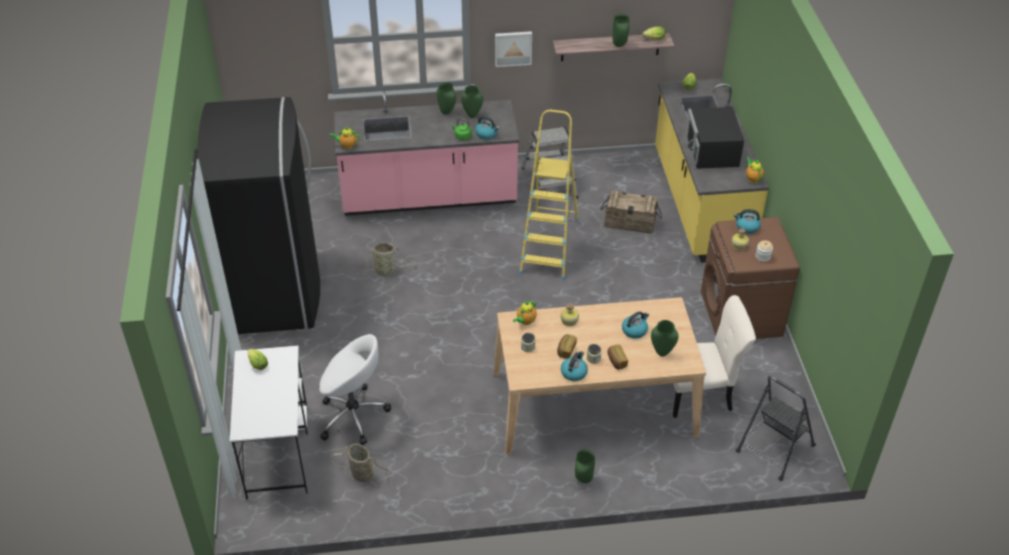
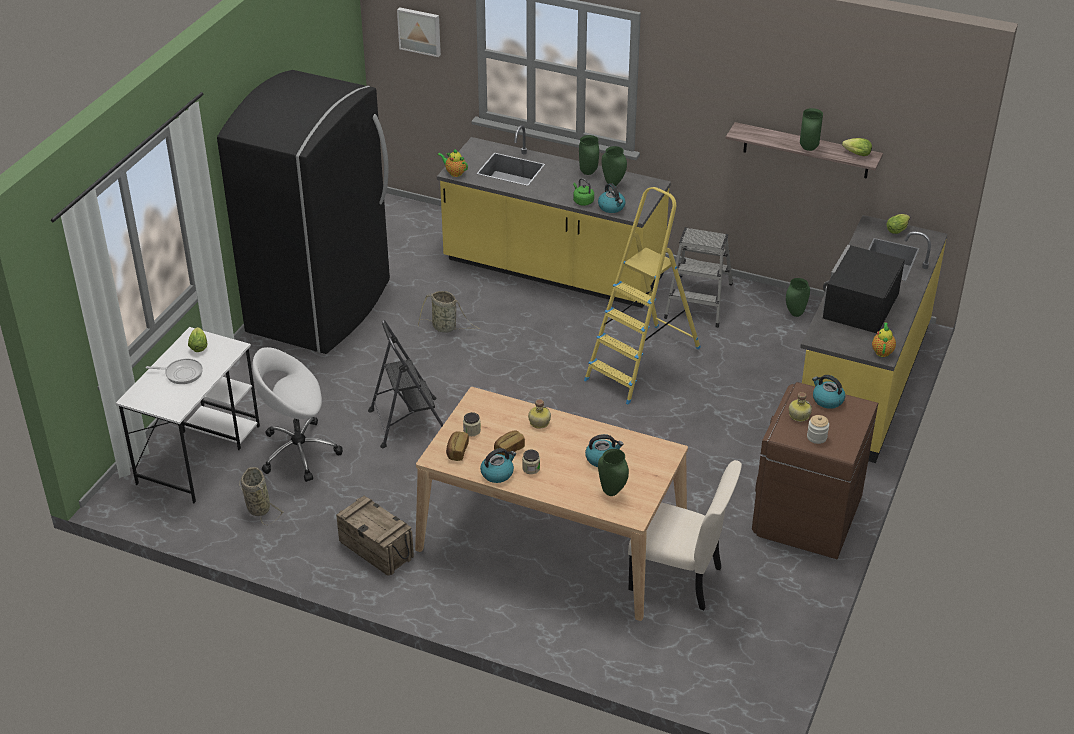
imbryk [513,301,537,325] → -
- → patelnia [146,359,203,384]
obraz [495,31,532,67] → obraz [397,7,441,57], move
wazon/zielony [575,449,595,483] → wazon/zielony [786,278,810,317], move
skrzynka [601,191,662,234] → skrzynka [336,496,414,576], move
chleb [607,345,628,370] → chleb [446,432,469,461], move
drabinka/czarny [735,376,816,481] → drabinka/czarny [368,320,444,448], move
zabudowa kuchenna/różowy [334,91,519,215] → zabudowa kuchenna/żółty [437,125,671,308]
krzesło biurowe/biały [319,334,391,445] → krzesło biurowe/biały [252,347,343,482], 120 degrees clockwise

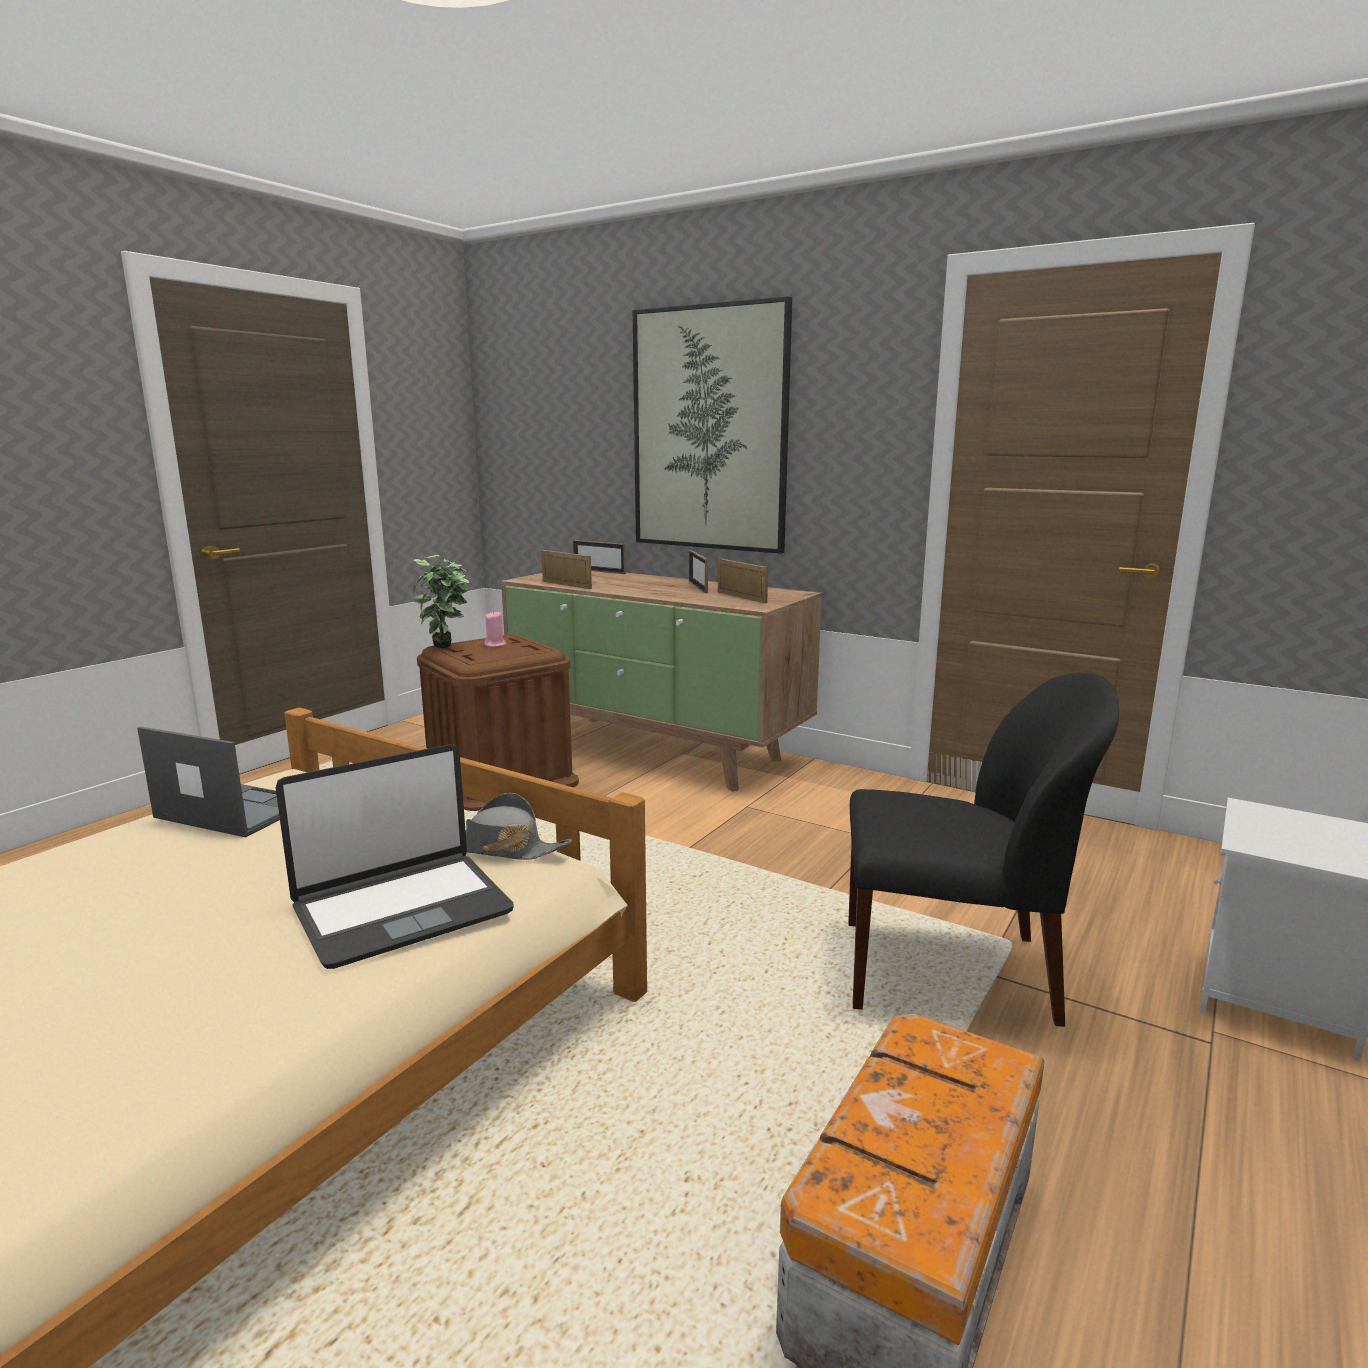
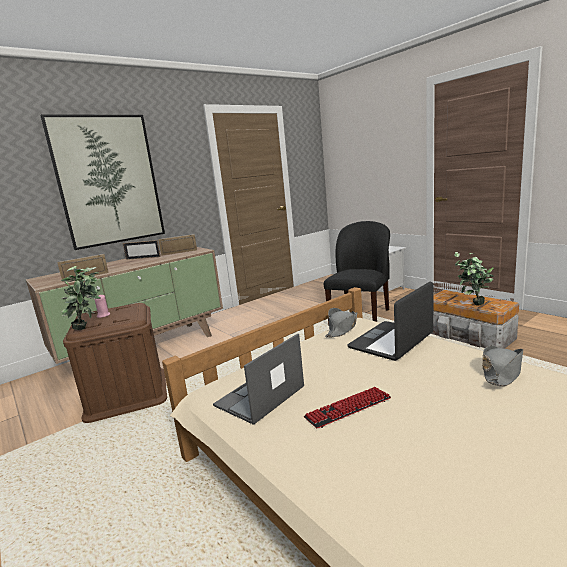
ramka na zdjęcie [573,540,626,574] → -
- → klawiatura [304,387,391,428]
- → roślina doniczkowa [454,252,494,305]
- → kapelusz/szary [482,345,523,386]
laptop [276,744,514,969] → laptop [347,282,434,361], 120 degrees counterclockwise

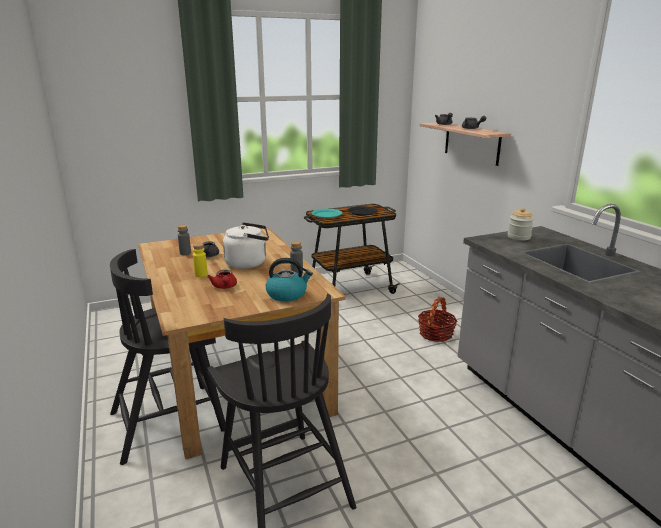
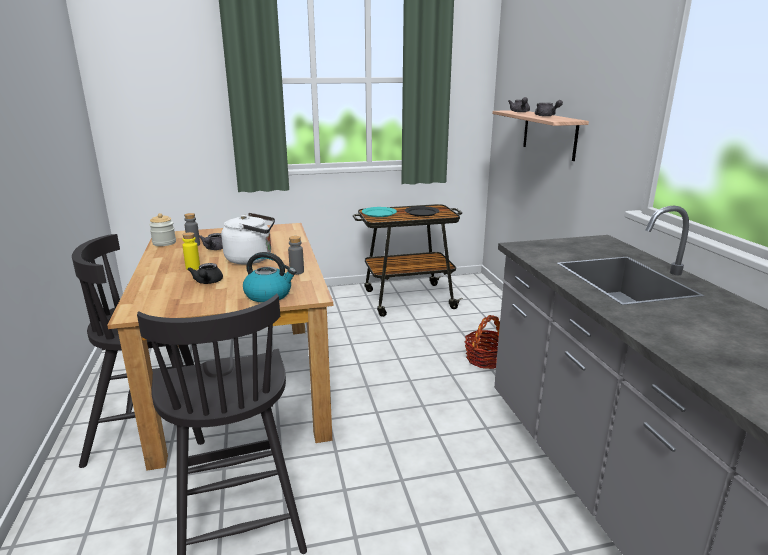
słoik [508,208,534,240] → słoik [149,213,176,246], move
imbryk/czerwony [207,270,237,289] → imbryk/czarny [187,263,223,284]

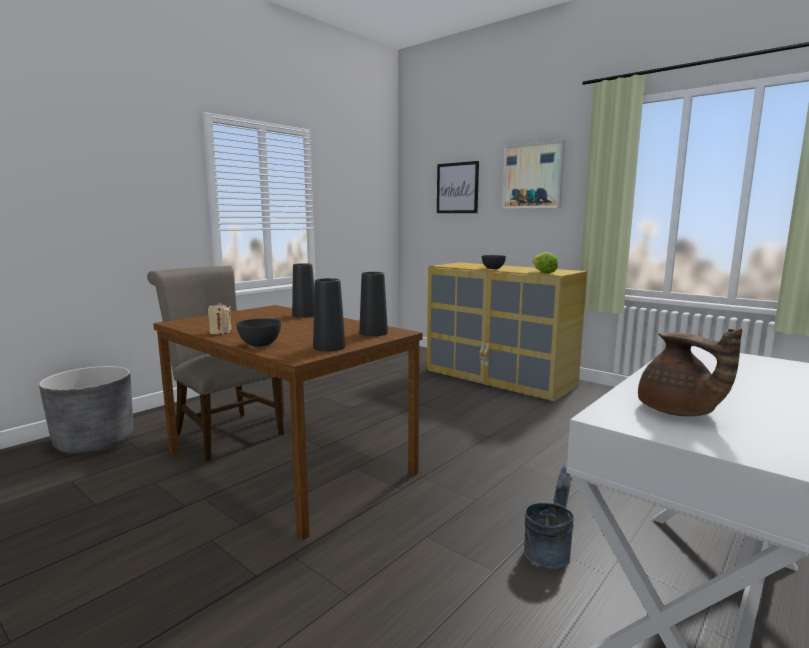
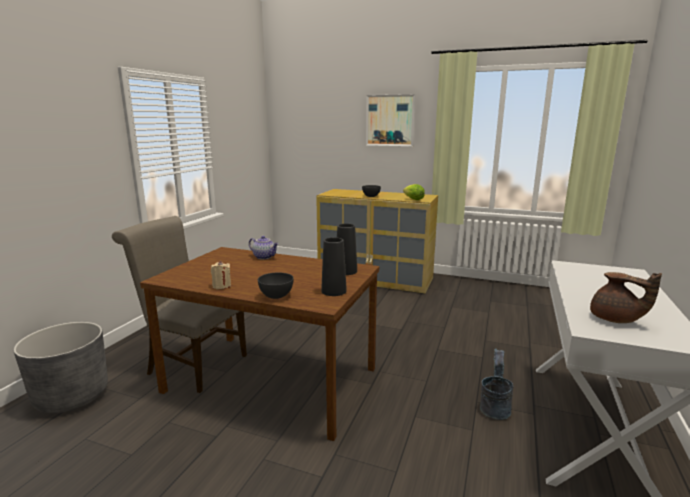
obraz [437,161,479,213] → -
wazon/czarny [292,263,314,318] → imbryk [249,236,279,259]

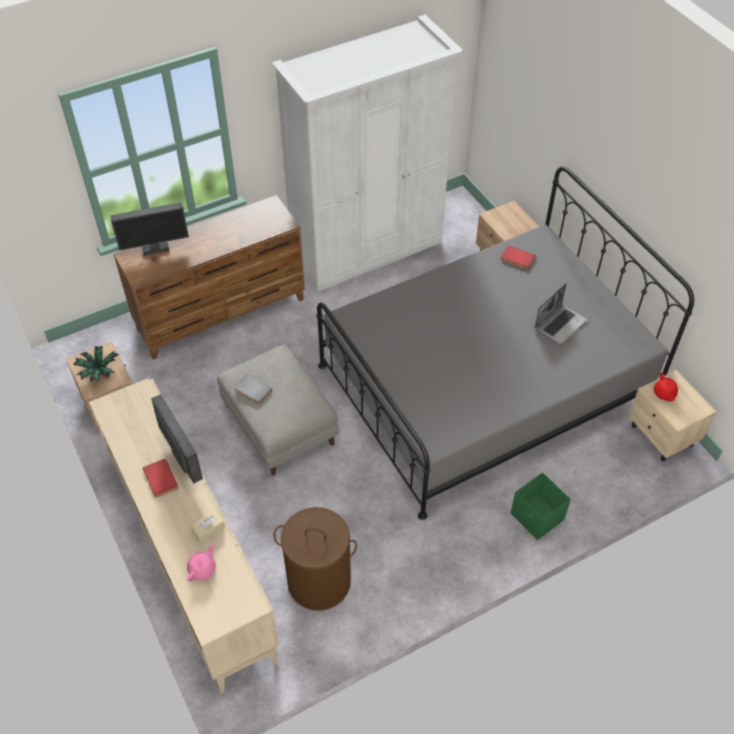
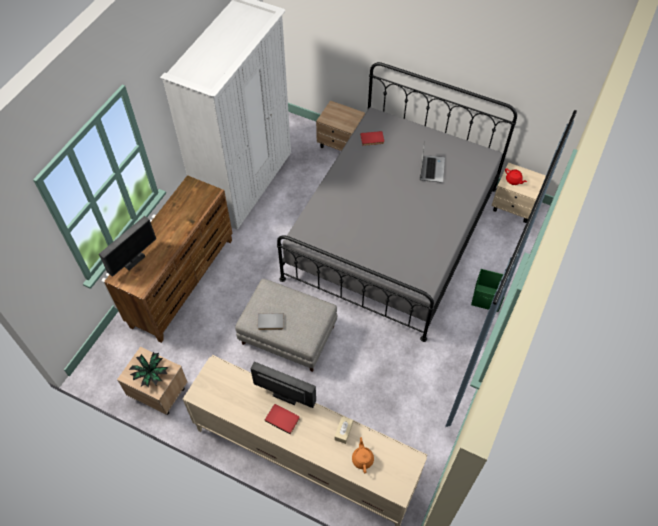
kosz na pranie/brązowy [274,507,357,611] → -
imbryk/różowy [187,542,216,582] → imbryk/pomarańczowy [352,437,374,473]

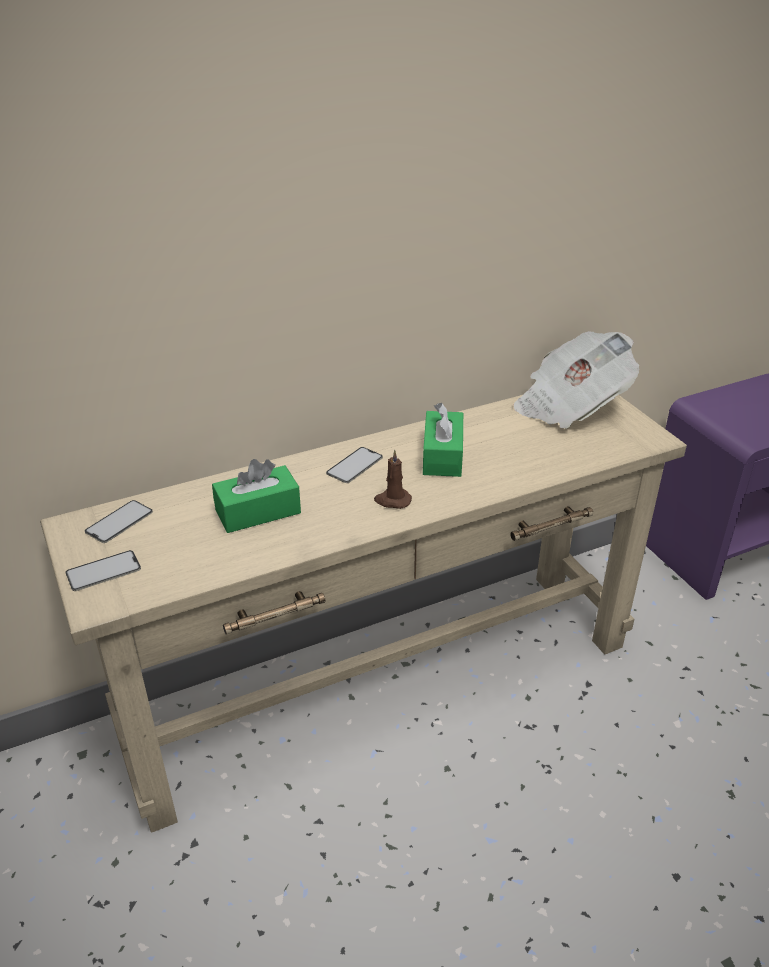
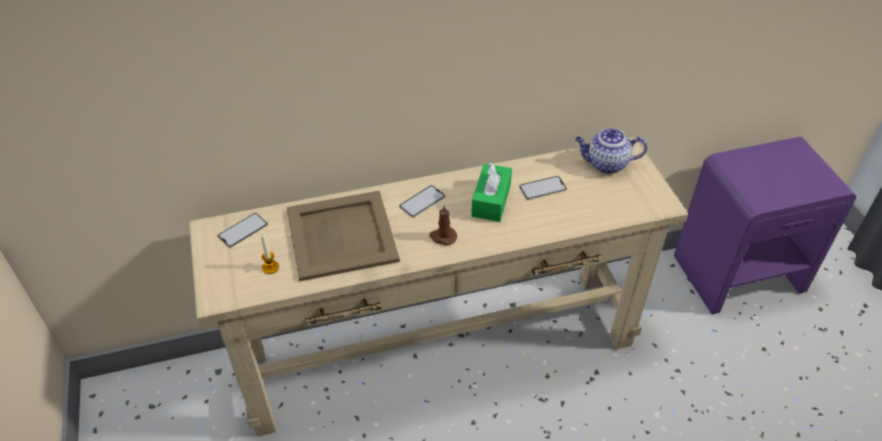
- → świeca [260,233,279,274]
telefon [66,550,141,591] → telefon [519,176,567,200], move
pudełko chusteczek/zielony [212,459,301,533] → taca/beżowy [286,191,400,281]
gazeta [514,331,639,429] → imbryk [575,128,647,174]

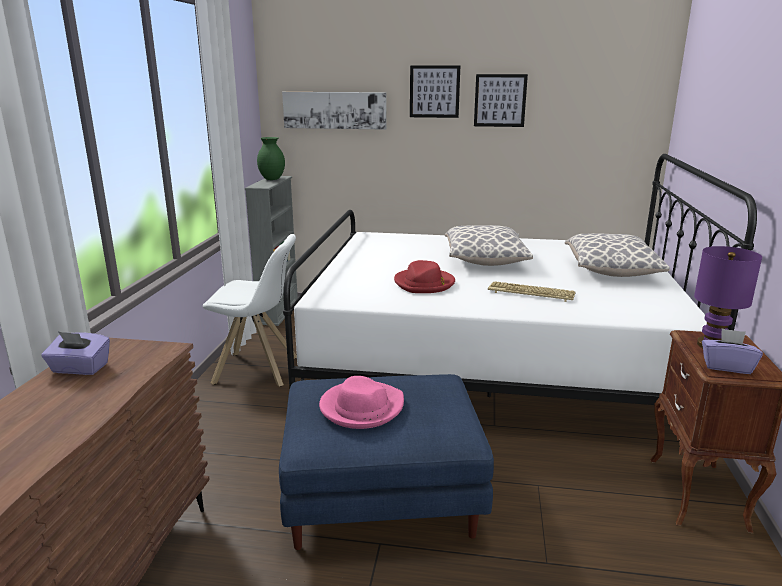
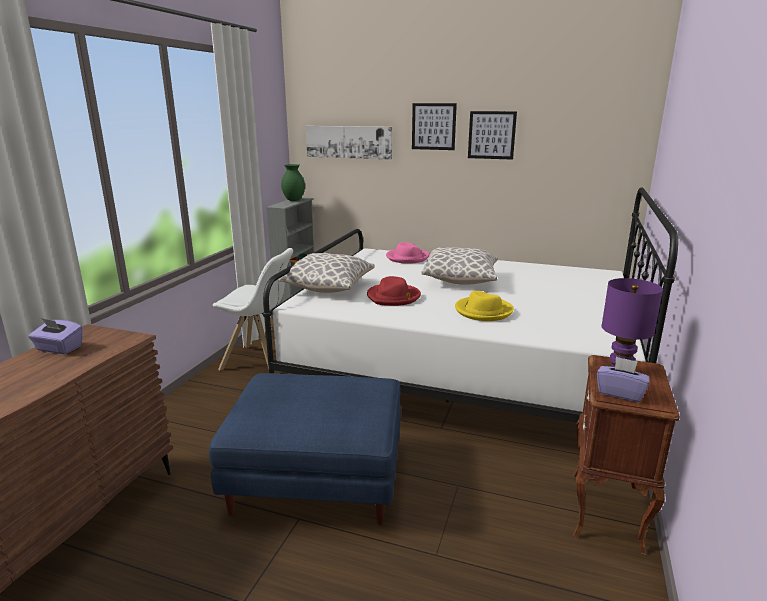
kapelusz/różowy [319,376,404,429] → kapelusz/różowy [386,242,430,264], move
poduszka [565,233,670,277] → poduszka [279,253,374,293], move
klawiatura [488,281,575,302] → kapelusz/żółty [455,291,514,321]

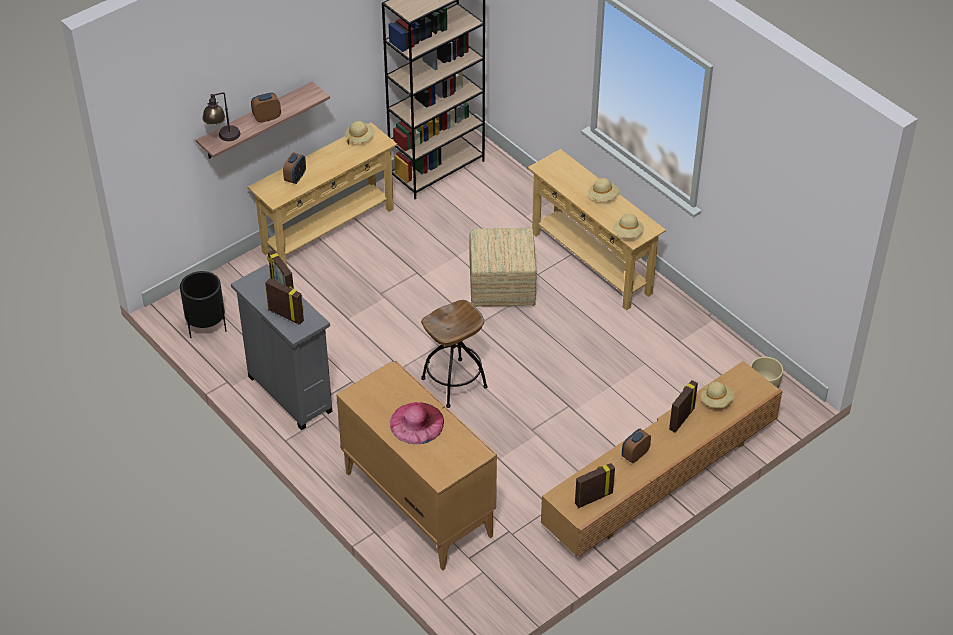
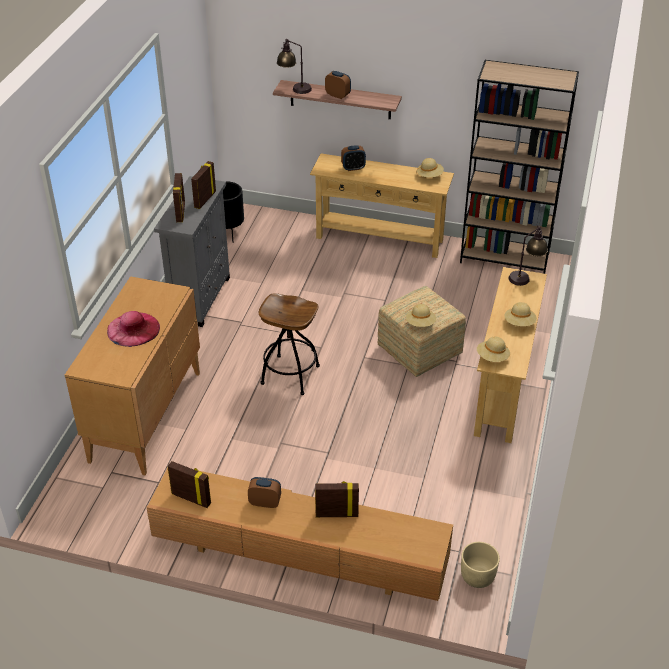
- → lampa stołowa [508,225,548,286]
kapelusz/beżowy [701,382,734,408] → kapelusz/beżowy [406,304,436,327], move

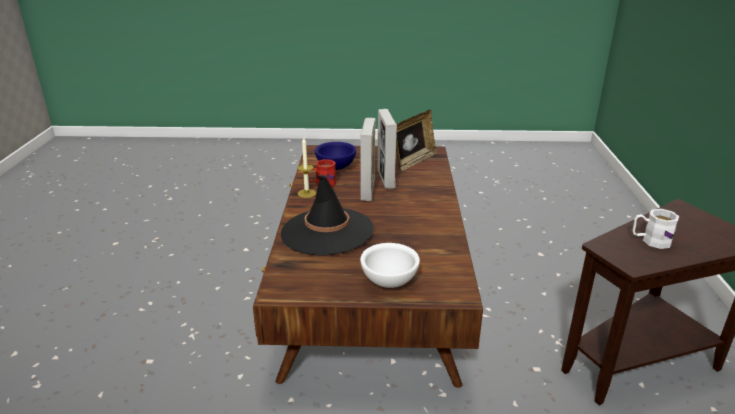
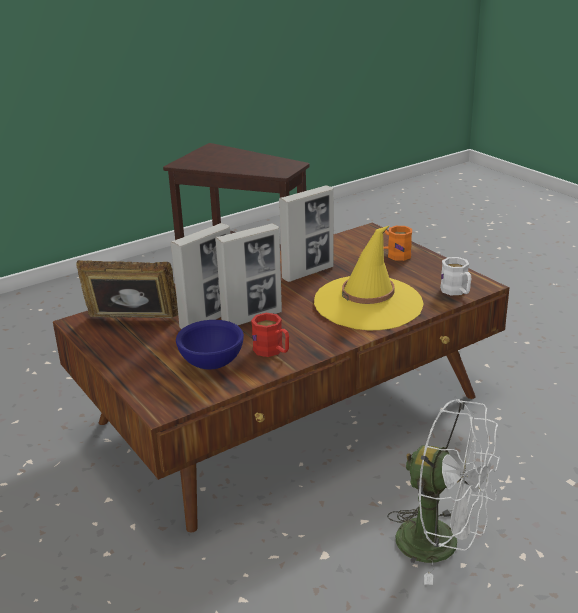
świeca [297,138,316,198] → -
- → ramka na zdjęcie [279,185,334,282]
- → wentylator/biały [387,399,501,585]
kubek/biały [633,209,680,249] → kubek/biały [440,257,471,295], move
miska/biały [360,243,420,288] → kubek/pomarańczowy [383,226,412,261]
kapelusz/czarny [281,175,374,256] → kapelusz/żółty [314,225,424,330]

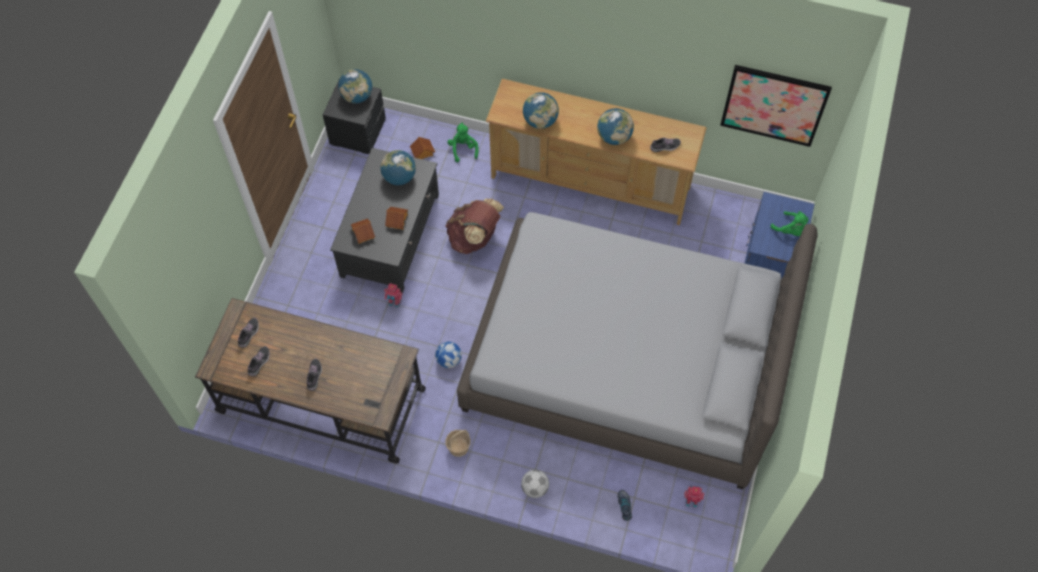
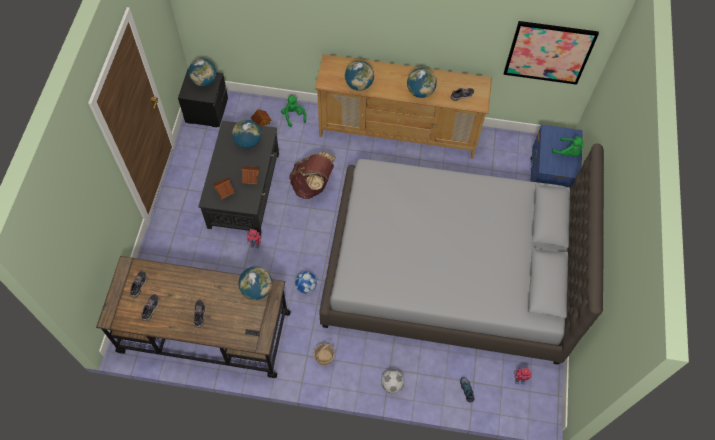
- → globus [239,266,272,300]

